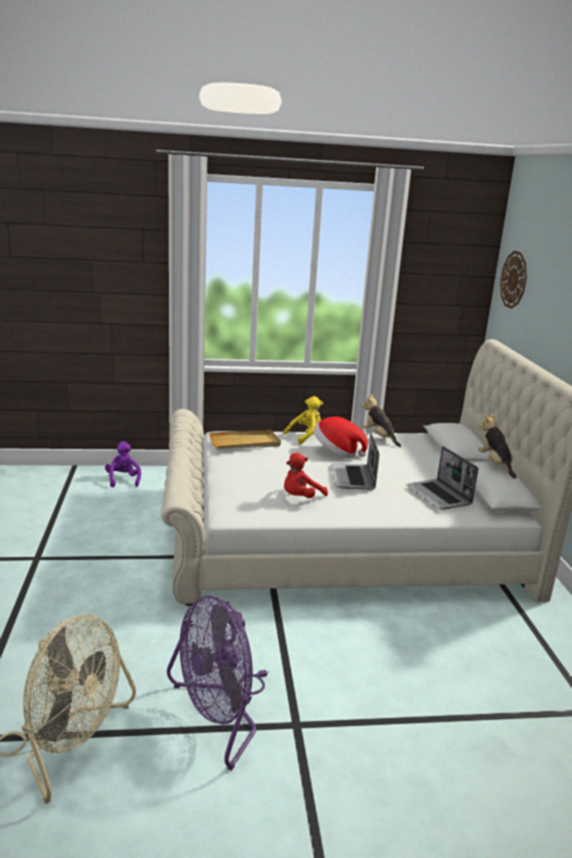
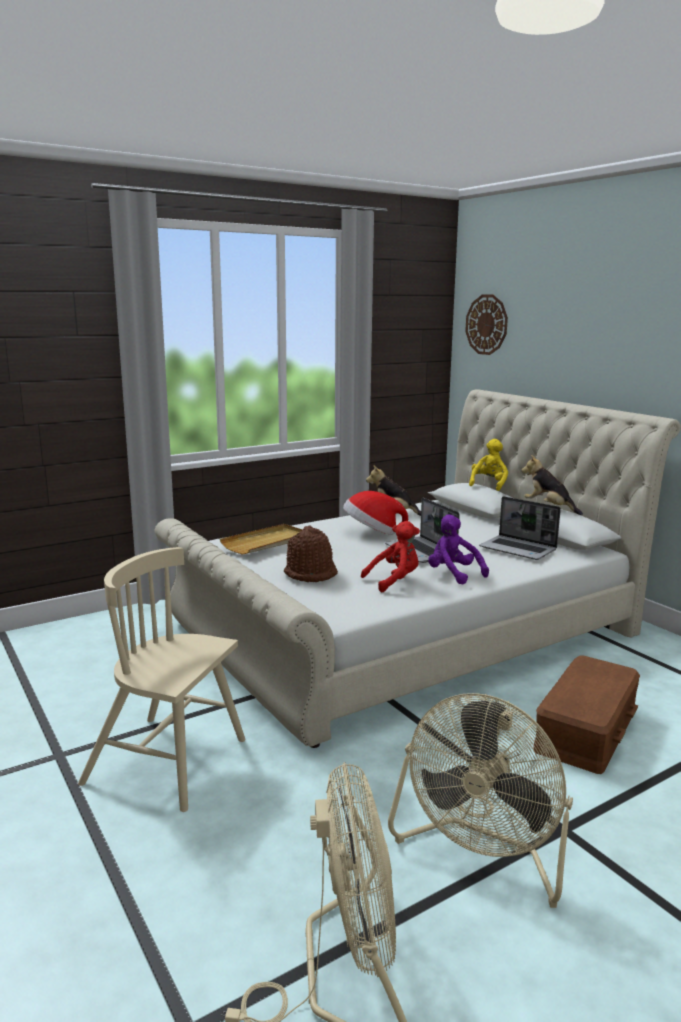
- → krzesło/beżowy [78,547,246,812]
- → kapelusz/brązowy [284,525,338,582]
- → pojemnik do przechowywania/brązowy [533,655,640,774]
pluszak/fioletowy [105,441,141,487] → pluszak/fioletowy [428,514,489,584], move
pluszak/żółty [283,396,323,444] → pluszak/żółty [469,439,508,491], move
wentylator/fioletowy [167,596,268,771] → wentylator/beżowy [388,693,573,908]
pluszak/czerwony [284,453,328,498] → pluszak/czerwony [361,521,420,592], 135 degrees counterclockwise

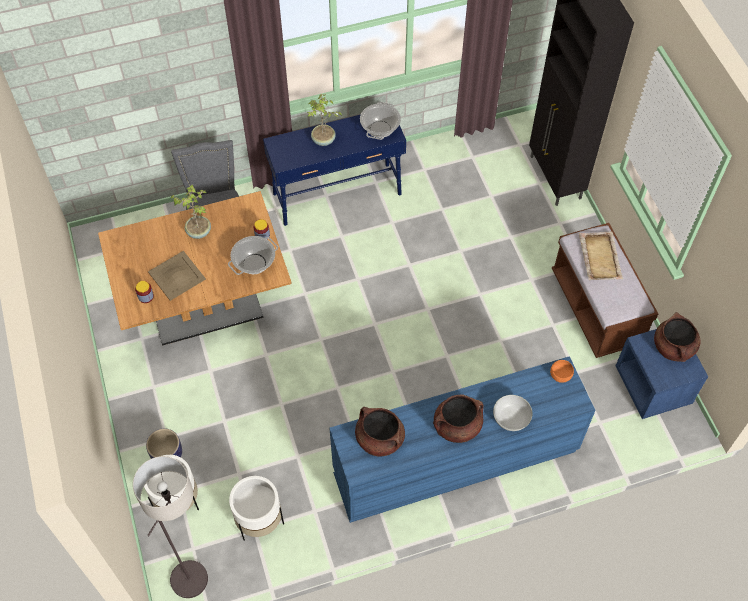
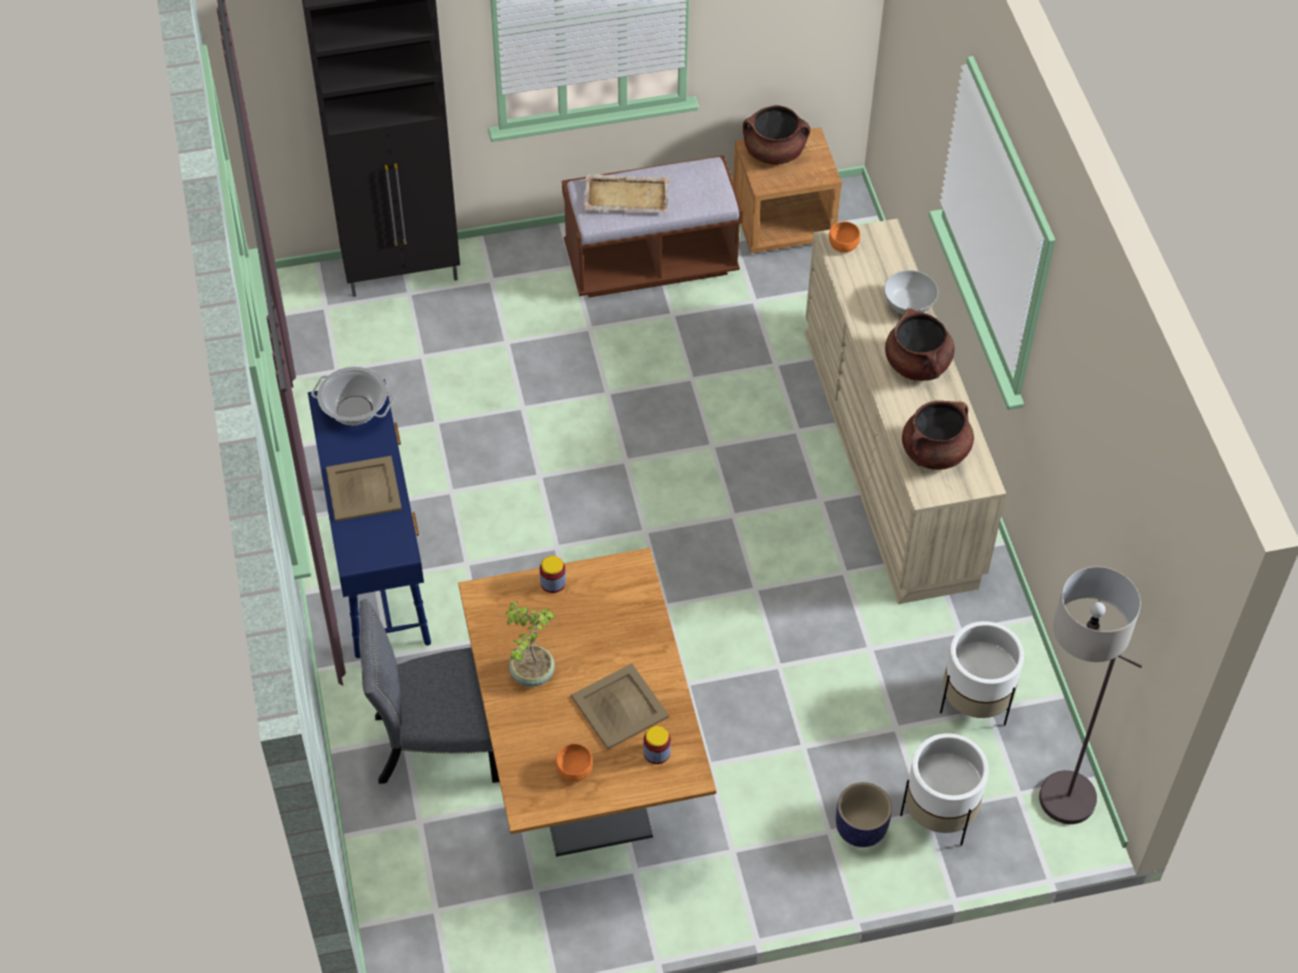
garnek [228,236,278,275] → -
- → miska/pomarańczowy [556,744,593,782]
roślina doniczkowa [307,94,342,146] → taca/beżowy [326,456,402,522]
komoda/niebieski [329,356,595,523] → komoda/beżowy [804,219,1006,604]
szafka nocna/niebieski [615,329,708,419] → szafka nocna/brązowy [733,127,842,254]

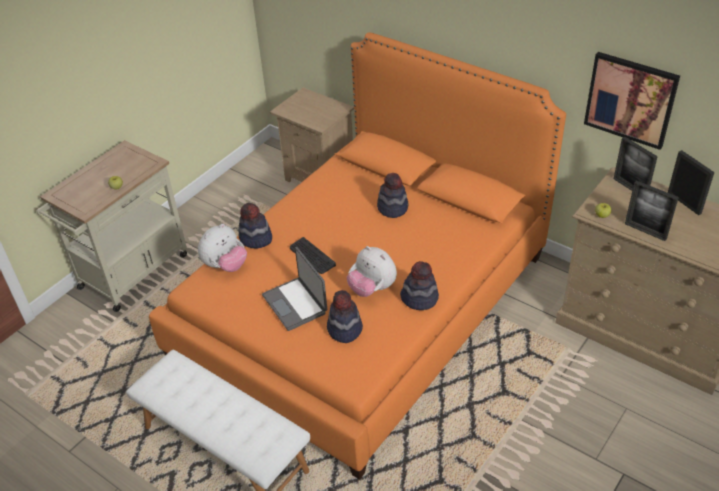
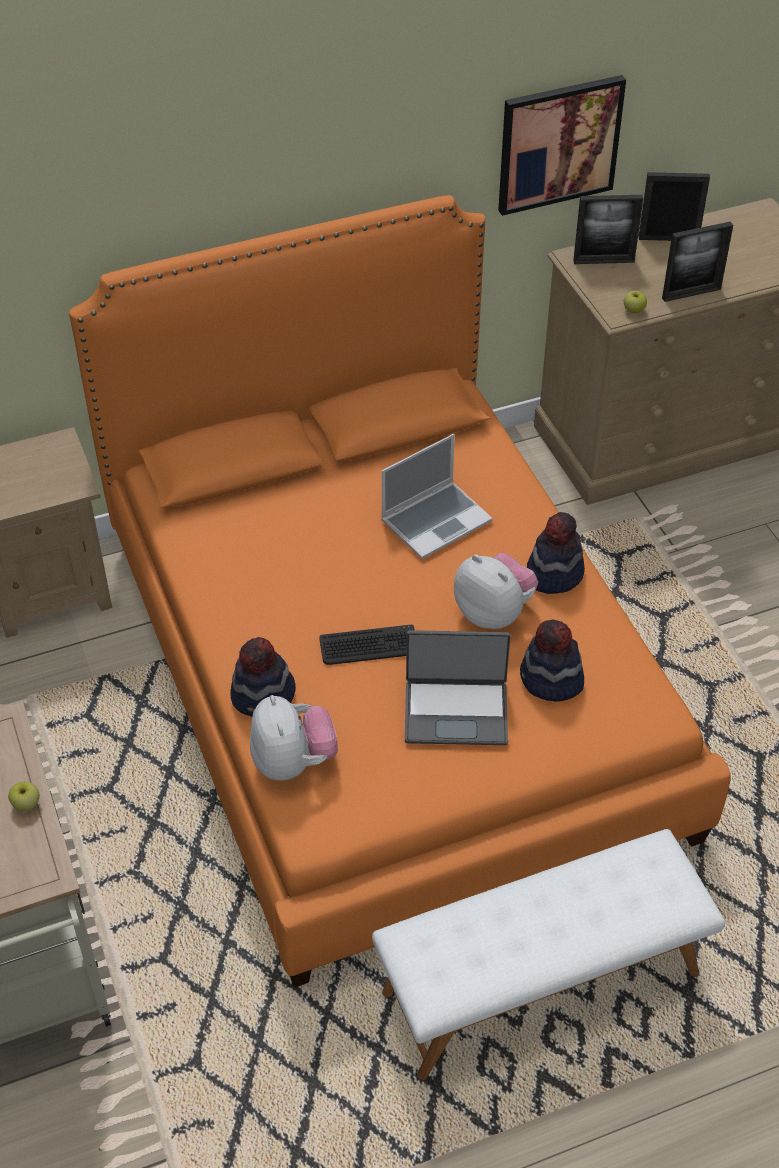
kapelusz [377,173,409,218] → -
- → laptop [381,434,493,559]
pluszak [347,246,397,297] → pluszak [454,553,538,629], 120 degrees counterclockwise

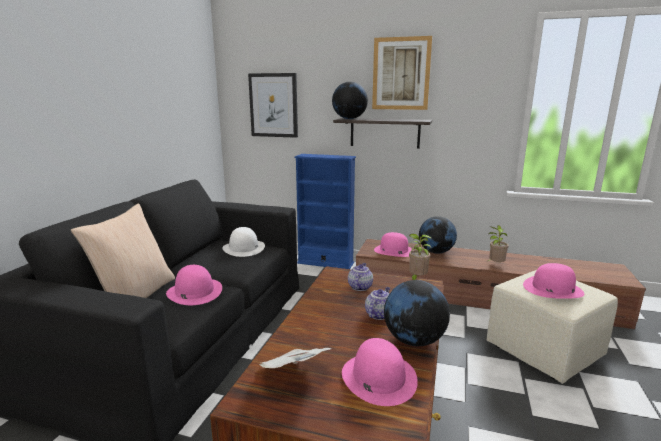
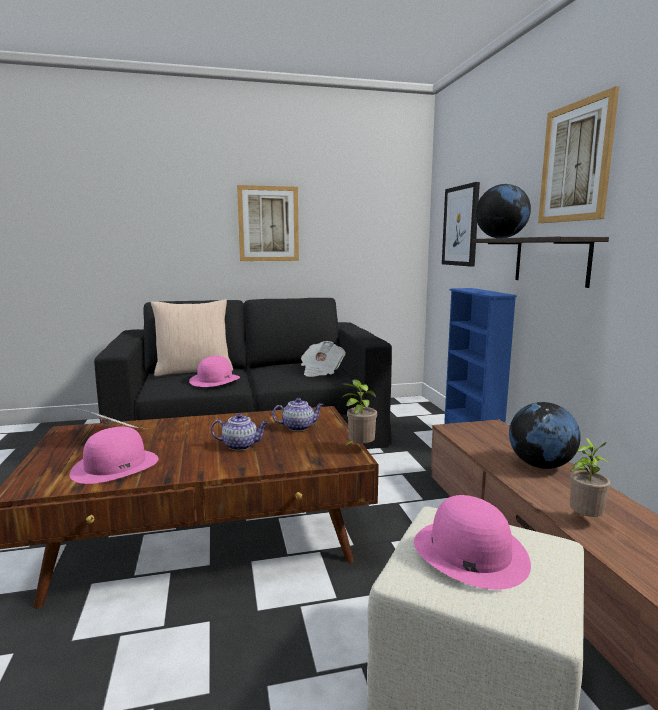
kapelusz/różowy [374,232,412,257] → -
globus [384,280,450,346] → -
- → obraz [237,185,299,261]
kapelusz/biały [222,227,265,257] → gazeta [301,341,346,377]

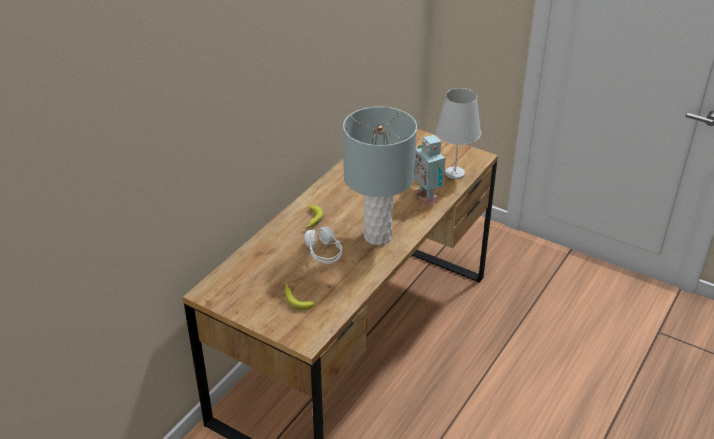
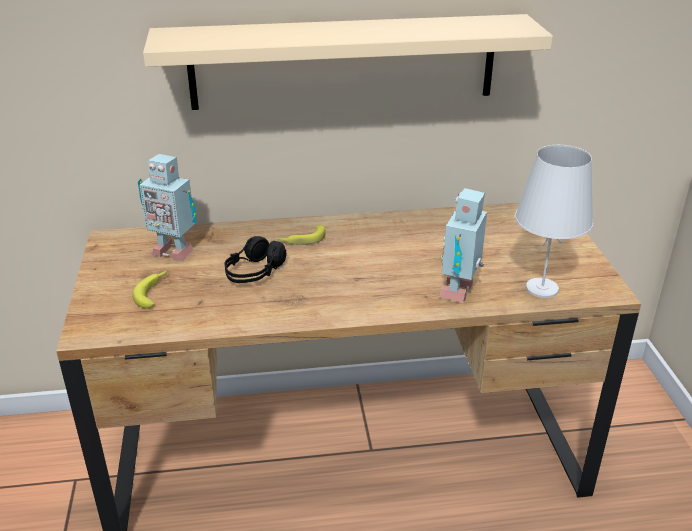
lampa stołowa/szary [343,107,417,245] → -
- → robot zabawkowy [138,154,196,262]
- → półka/beżowy [143,14,553,110]
słuchawki/biały [304,226,342,264] → słuchawki/czarny [224,236,286,283]

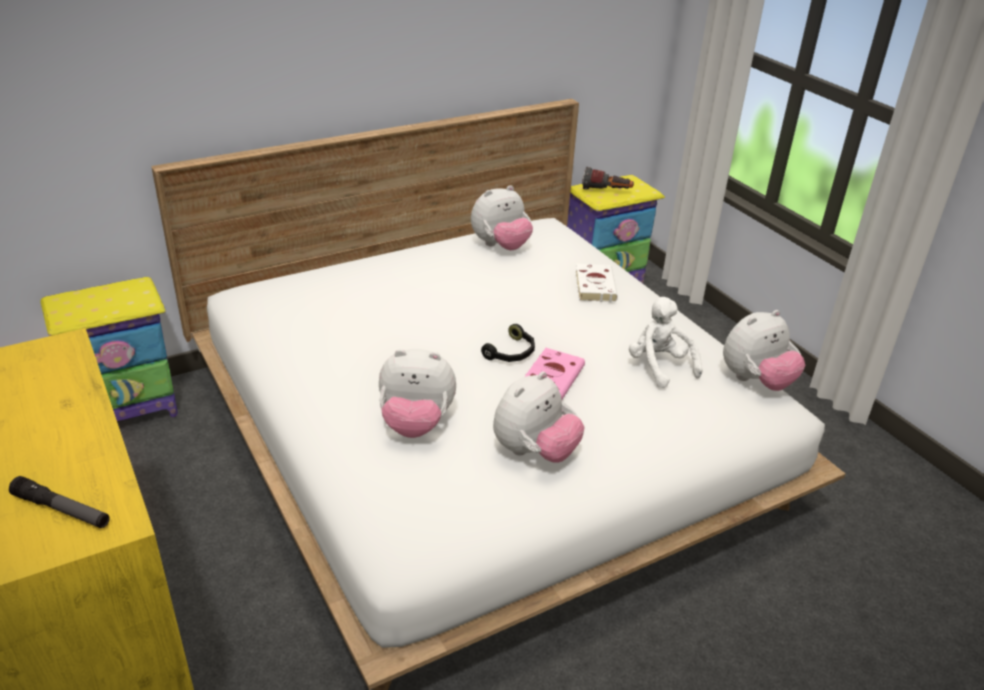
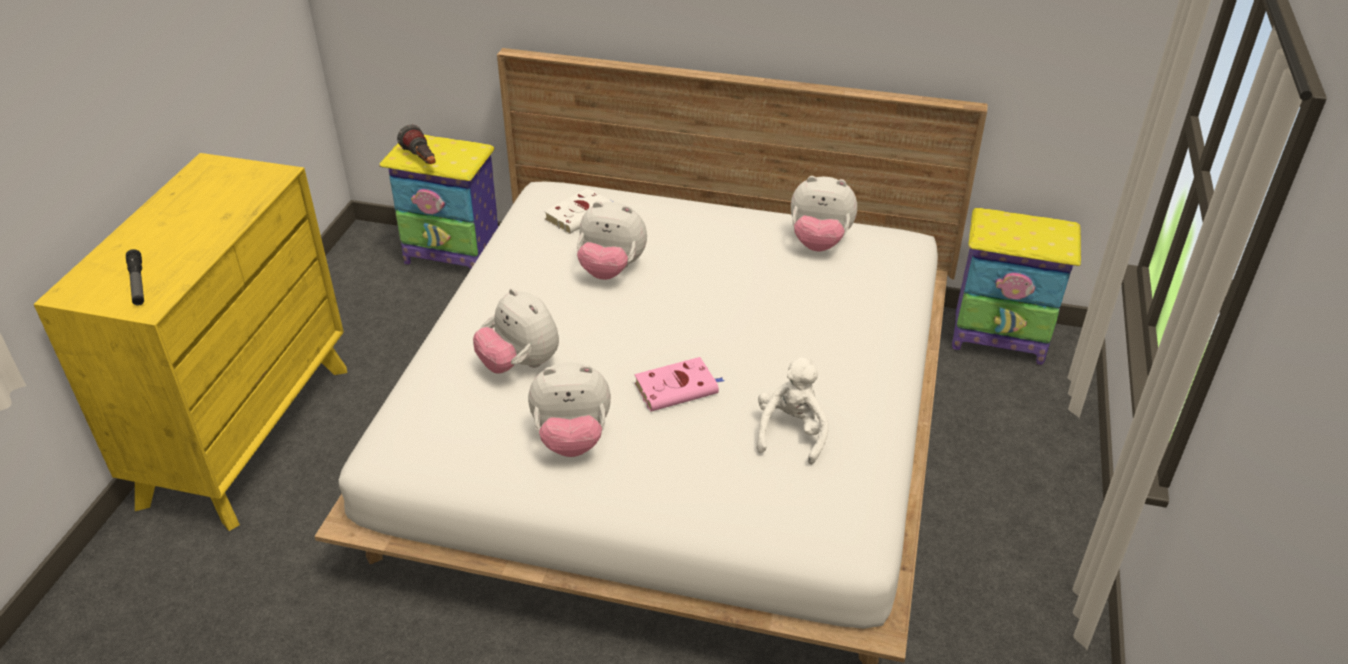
słuchawki/czarny [481,324,535,362] → -
książka/biały [575,264,618,302] → książka/biały [544,188,613,234], move
latarka [582,167,634,190] → latarka [397,125,436,164], move
pluszak [723,310,805,391] → pluszak [577,201,647,280], move

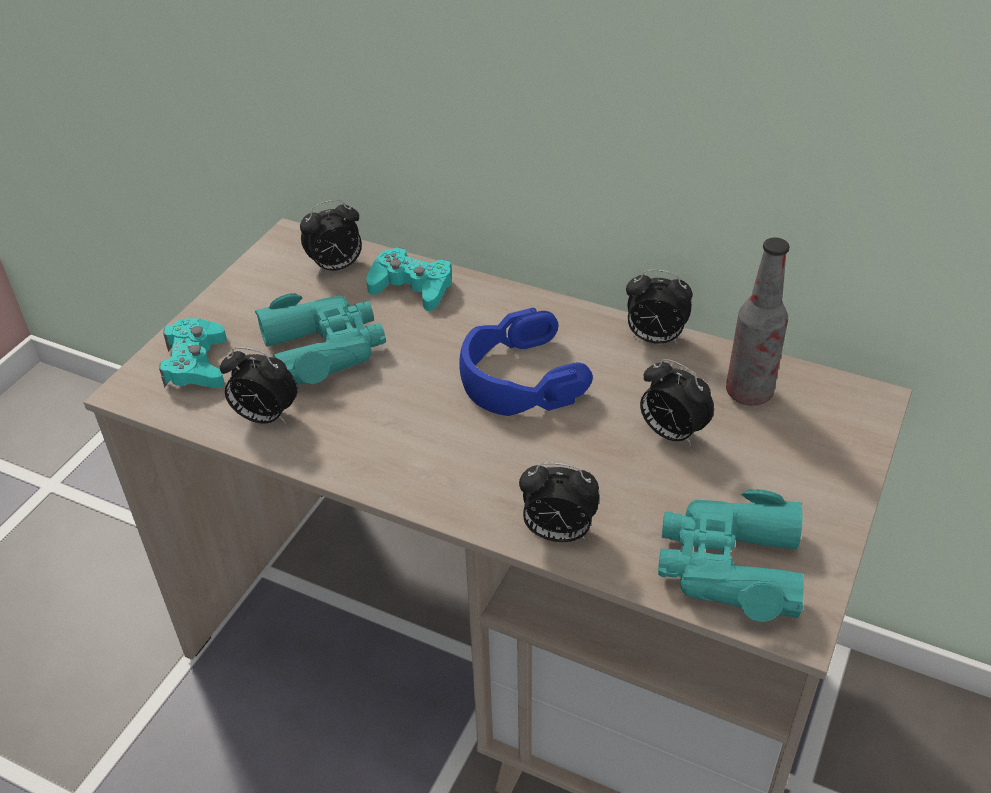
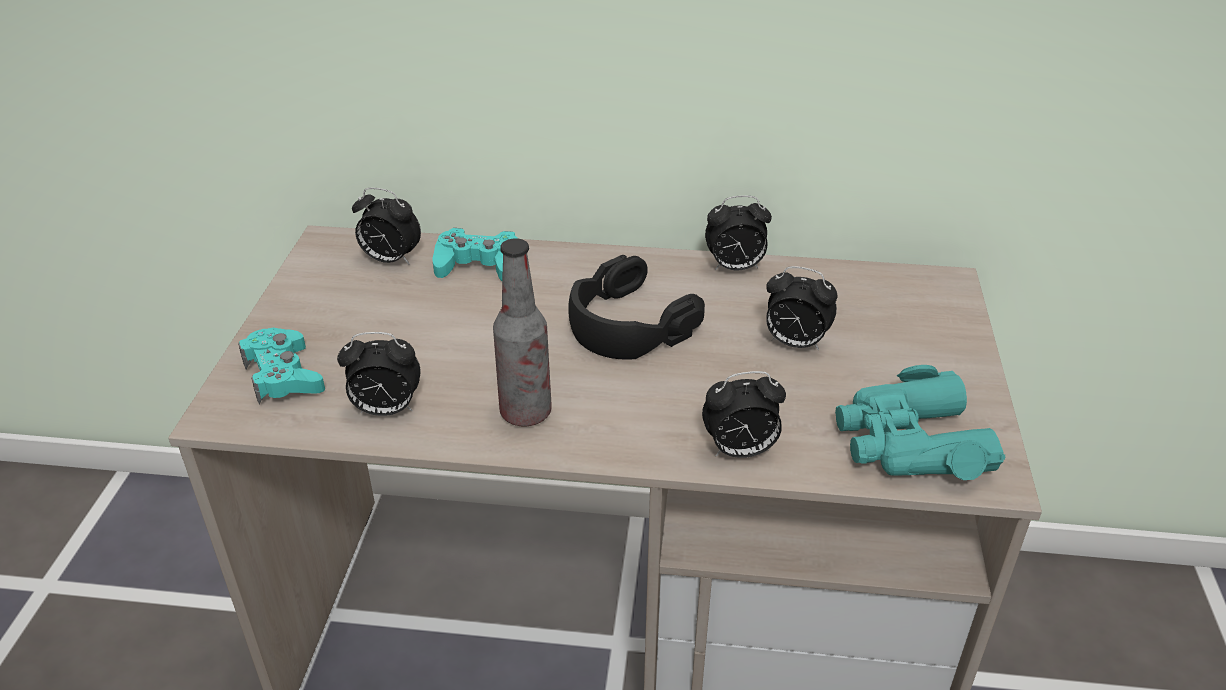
lornetka/turkusowy [255,293,386,385] → -
butelka [726,237,789,406] → butelka [493,238,552,426], move
słuchawki/niebieski [459,308,593,416] → słuchawki/czarny [568,255,705,360]
budzik [300,199,362,274] → budzik [352,188,421,265], 60 degrees clockwise

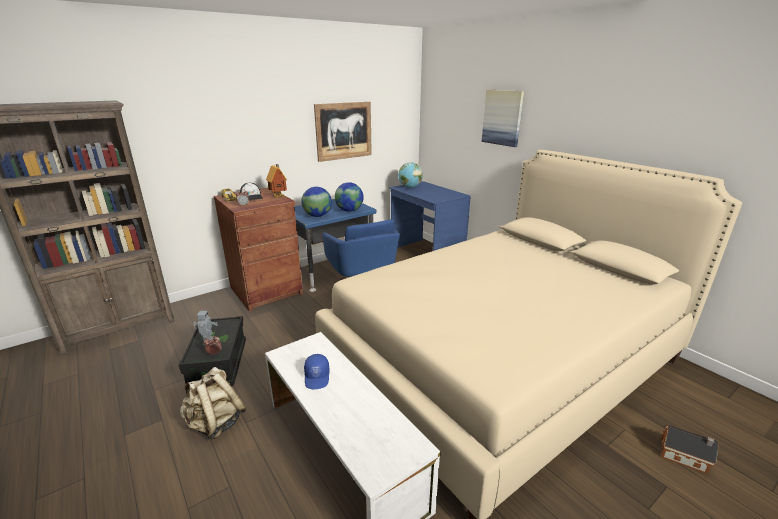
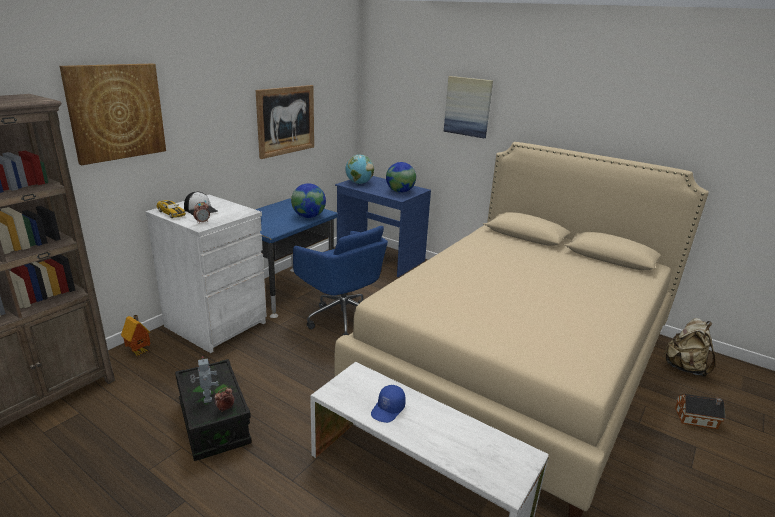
- → obraz [60,64,166,165]
plecak/beżowy [180,367,246,441] → plecak/beżowy [663,318,716,377], move
domek [266,164,287,197] → domek [121,315,151,356], move
globus [301,187,332,217] → globus [386,162,416,193], move
komoda/brązowy [214,188,303,312] → komoda/biały [145,195,267,353]
czapka z daszkiem/niebieski [304,354,330,389] → czapka z daszkiem/niebieski [371,385,406,423], 60 degrees clockwise

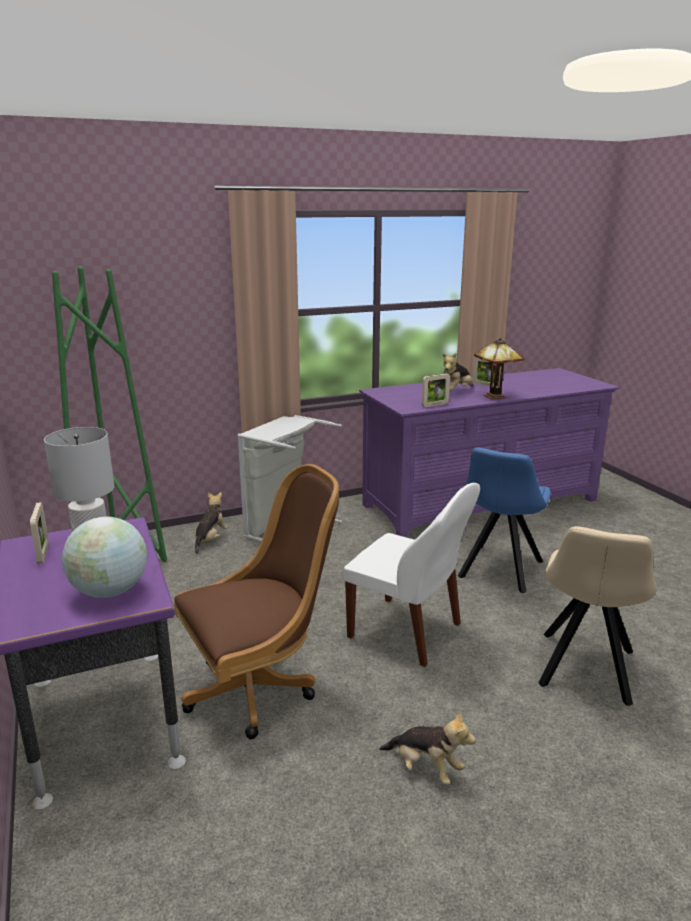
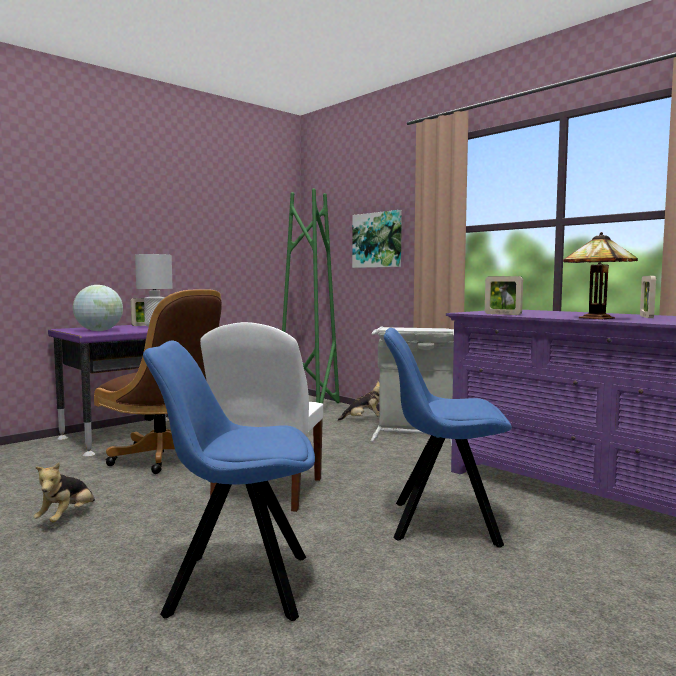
pluszak [442,353,473,391] → -
- → obraz [352,210,402,268]
krzesło/beżowy [538,526,657,706] → krzesło/niebieski [143,340,315,621]

